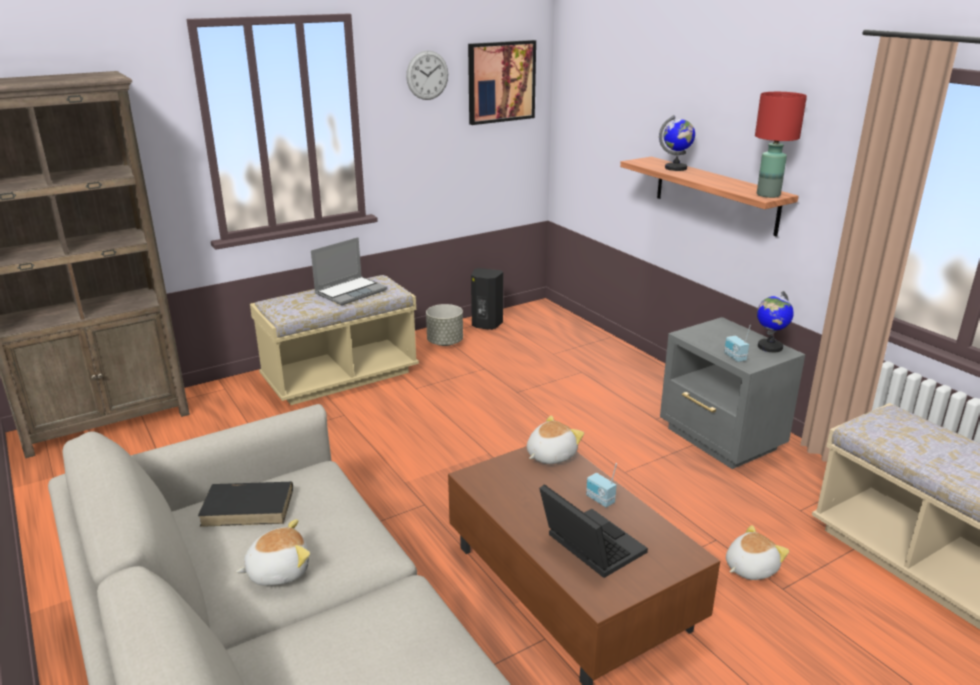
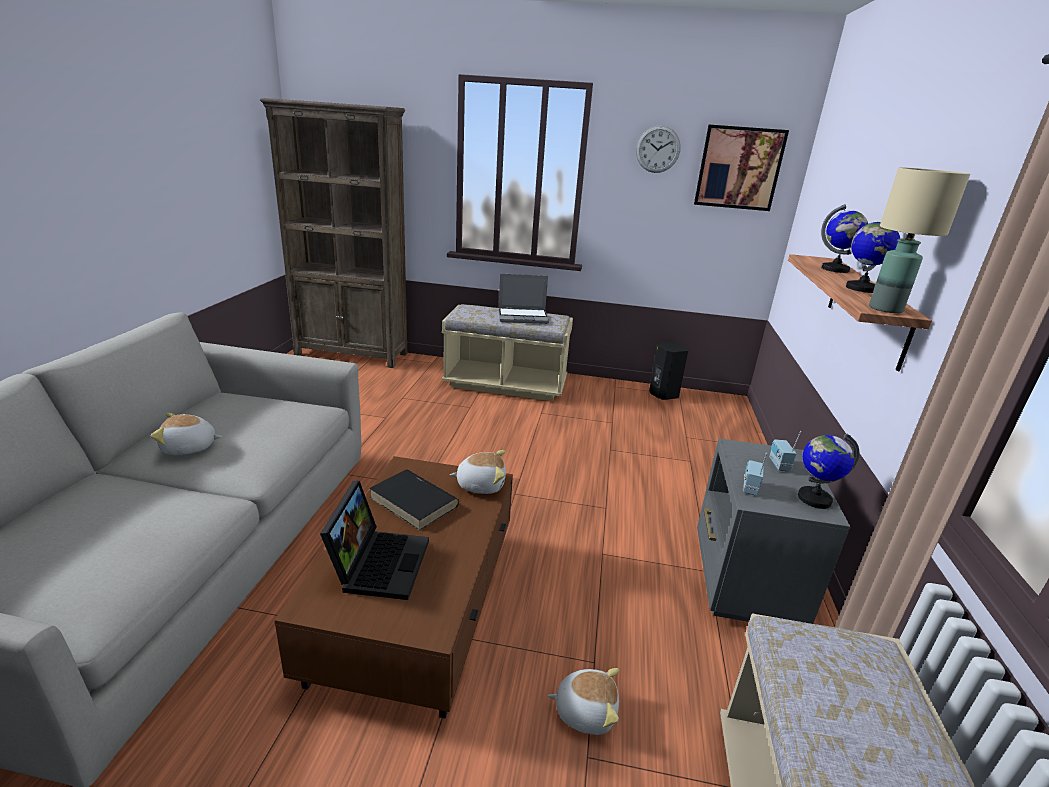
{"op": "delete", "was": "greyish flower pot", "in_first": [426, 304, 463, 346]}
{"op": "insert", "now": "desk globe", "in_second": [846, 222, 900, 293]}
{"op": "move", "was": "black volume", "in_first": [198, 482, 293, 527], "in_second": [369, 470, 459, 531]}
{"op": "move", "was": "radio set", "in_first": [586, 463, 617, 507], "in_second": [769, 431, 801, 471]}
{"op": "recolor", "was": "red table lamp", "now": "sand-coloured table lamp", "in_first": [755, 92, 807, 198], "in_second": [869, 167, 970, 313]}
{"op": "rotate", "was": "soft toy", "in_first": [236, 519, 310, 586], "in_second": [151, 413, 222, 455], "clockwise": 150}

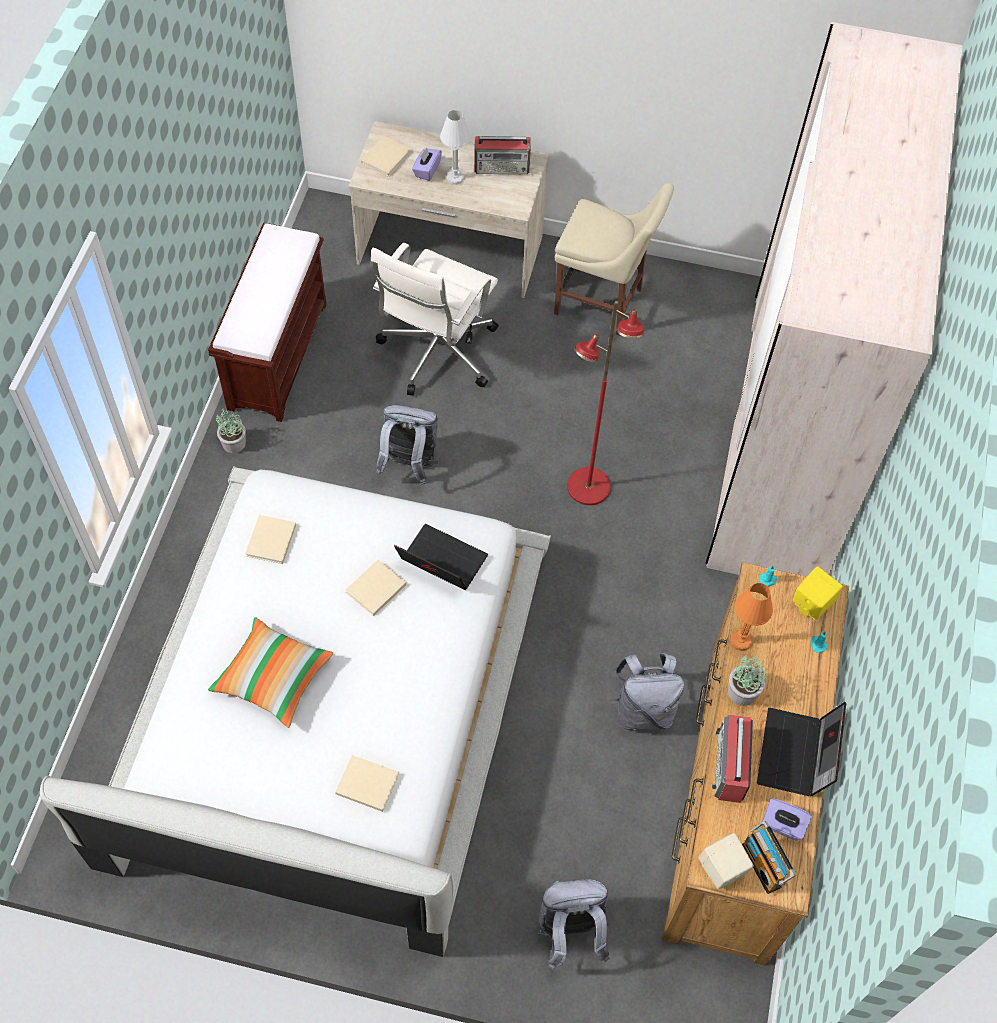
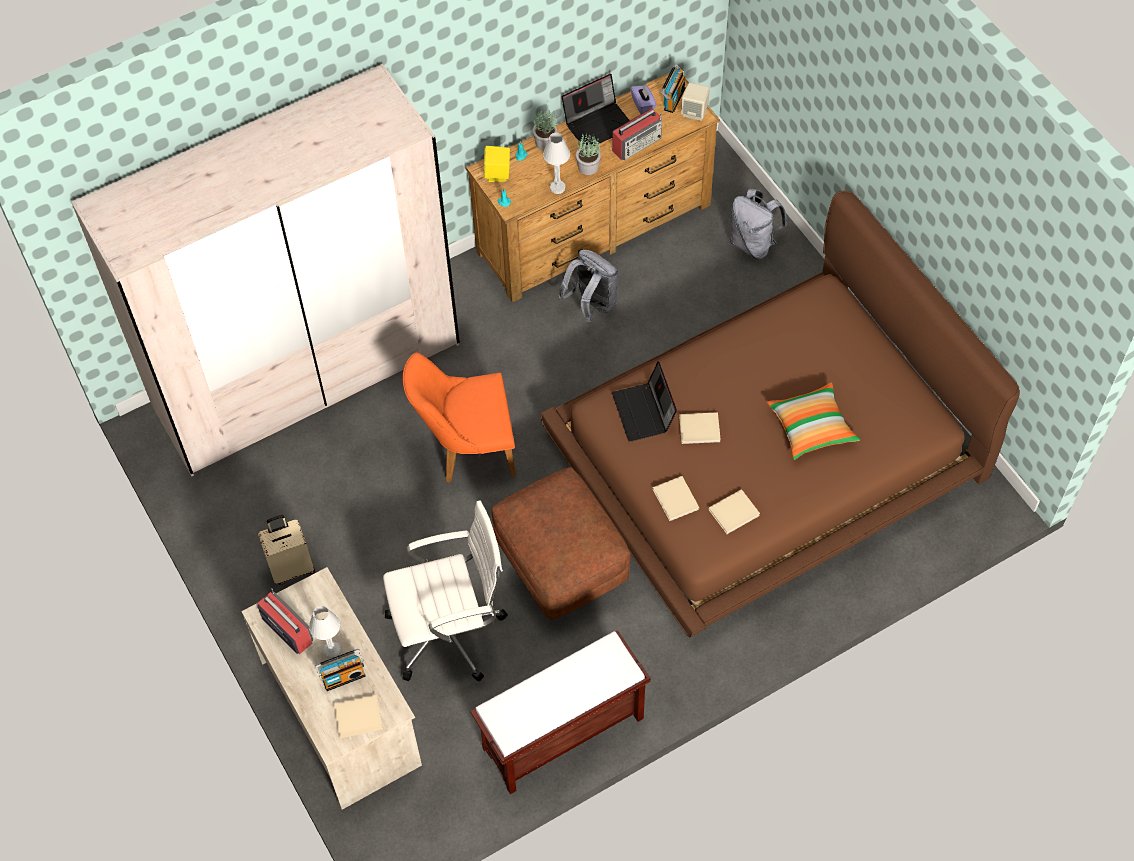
{"op": "move", "was": "houseplant", "in_first": [216, 409, 246, 453], "in_second": [533, 110, 558, 150]}
{"op": "move", "was": "sand-coloured volume", "in_first": [335, 755, 399, 812], "in_second": [653, 476, 699, 521]}
{"op": "replace", "was": "greyish backpack", "now": "brown footrest", "in_first": [376, 405, 438, 485], "in_second": [491, 467, 630, 620]}
{"op": "replace", "was": "purplish box of tissues", "now": "radio set", "in_first": [412, 147, 442, 181], "in_second": [315, 649, 366, 691]}
{"op": "replace", "was": "sand-coloured upright chair", "now": "sand-coloured piece of luggage", "in_first": [554, 183, 674, 336], "in_second": [258, 515, 315, 584]}
{"op": "replace", "was": "red standing lamp", "now": "orange-coloured upright chair", "in_first": [567, 301, 644, 505], "in_second": [403, 353, 516, 483]}
{"op": "recolor", "was": "white-coloured sleeping bed", "now": "brown sleeping bed", "in_first": [40, 466, 551, 957], "in_second": [540, 191, 1020, 637]}
{"op": "recolor", "was": "orange-coloured table lamp", "now": "white-coloured table lamp", "in_first": [730, 583, 773, 651], "in_second": [543, 133, 570, 194]}

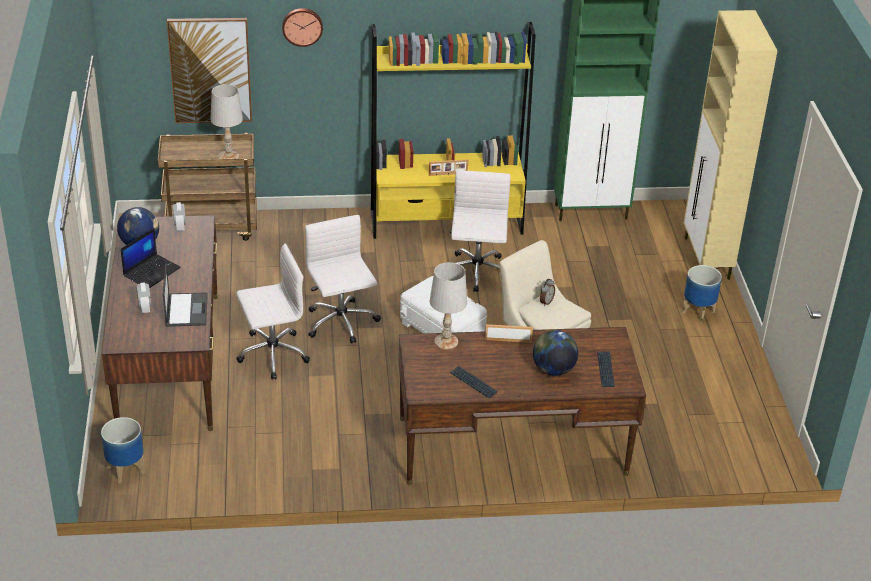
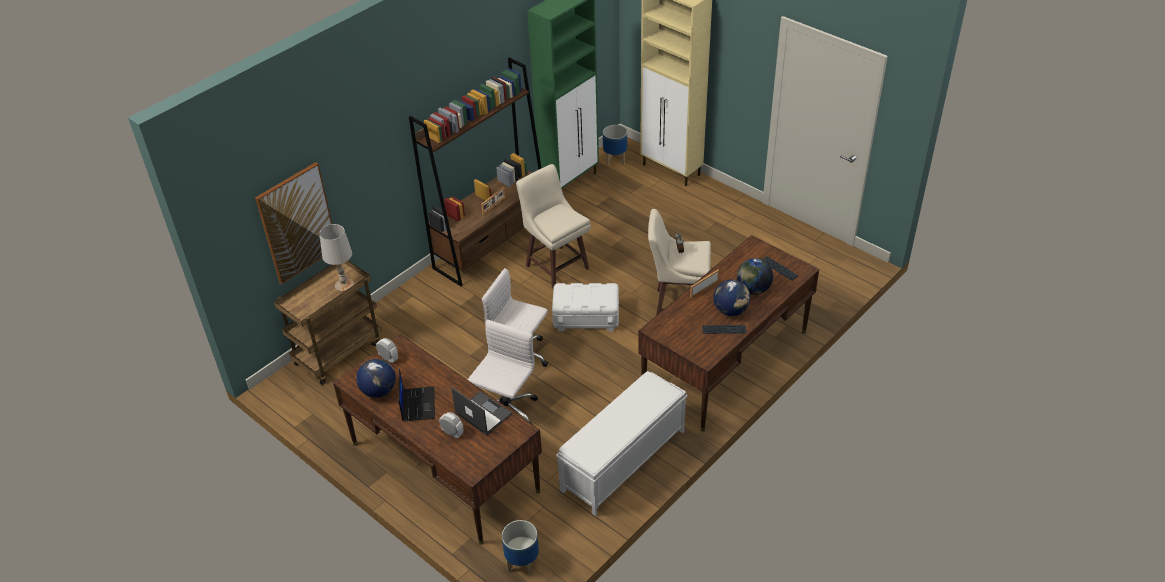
{"op": "delete", "was": "hanging clock", "in_first": [282, 8, 323, 47]}
{"op": "delete", "was": "white-coloured table lamp", "in_first": [430, 262, 467, 350]}
{"op": "insert", "now": "white-coloured long seat", "in_second": [556, 371, 688, 516]}
{"op": "insert", "now": "desk globe", "in_second": [713, 280, 750, 316]}
{"op": "move", "was": "flower pot", "in_first": [682, 265, 722, 323], "in_second": [603, 125, 627, 165]}
{"op": "replace", "was": "white-coloured office chair", "now": "sand-coloured sitting stool", "in_first": [449, 170, 511, 292], "in_second": [516, 164, 591, 289]}
{"op": "recolor", "was": "yellow-coloured shelving unit", "now": "brown shelving unit", "in_first": [371, 22, 536, 239], "in_second": [409, 58, 541, 286]}

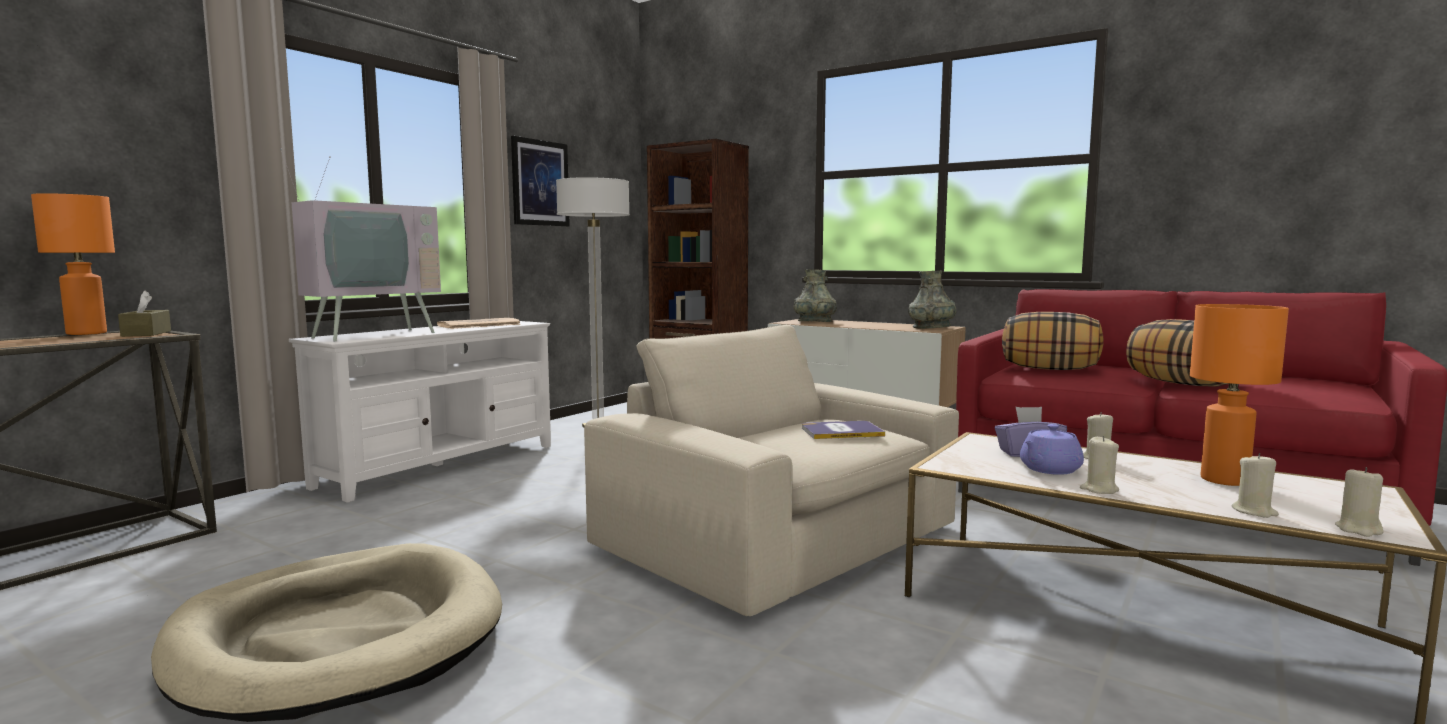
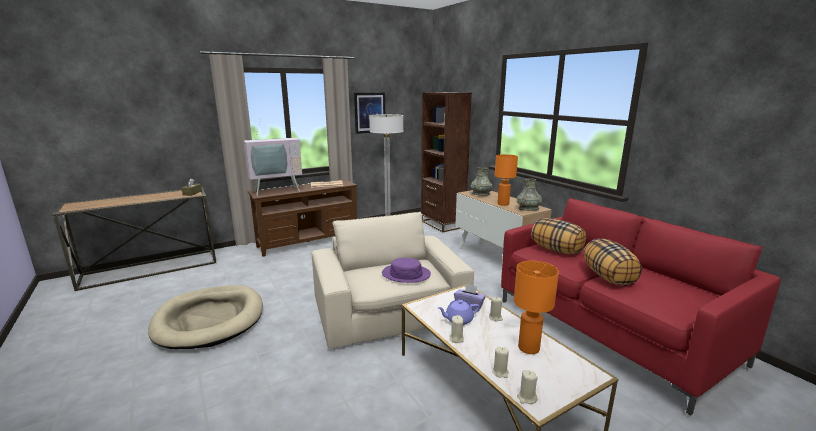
{"op": "move", "was": "orange-coloured table lamp", "in_first": [31, 193, 115, 335], "in_second": [495, 154, 518, 206]}
{"op": "replace", "was": "volume", "now": "purplish hat", "in_first": [802, 421, 885, 439], "in_second": [382, 258, 431, 283]}
{"op": "recolor", "was": "white-coloured tv stand", "now": "brown tv stand", "in_first": [289, 321, 551, 502], "in_second": [248, 179, 357, 256]}

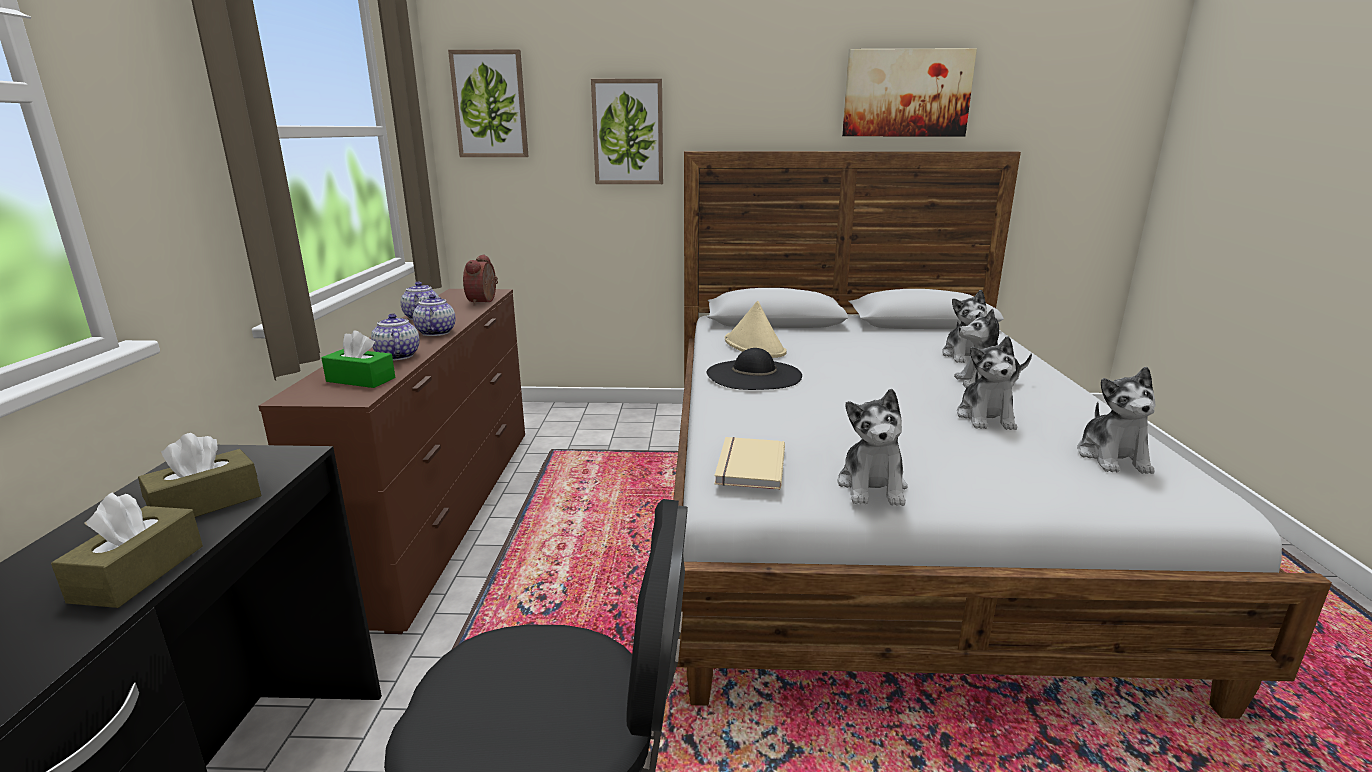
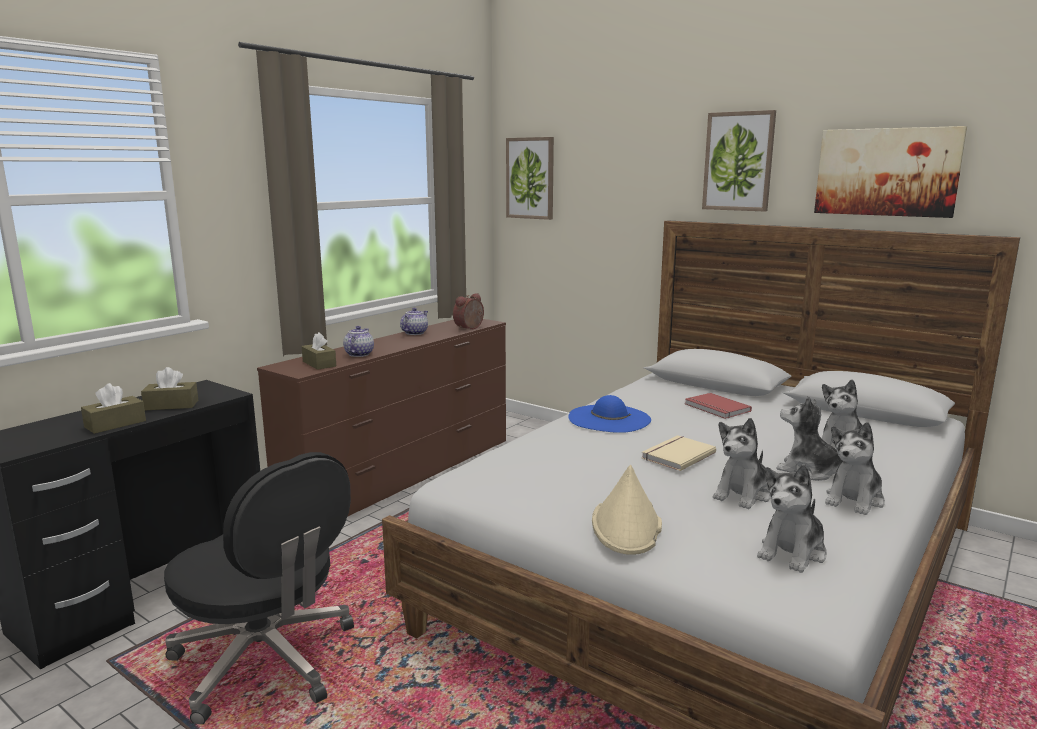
{"op": "delete", "was": "tea pot", "in_first": [413, 294, 455, 336]}
{"op": "insert", "now": "red volume", "in_second": [685, 393, 752, 419]}
{"op": "move", "was": "wall art", "in_first": [591, 79, 663, 184], "in_second": [702, 110, 776, 212]}
{"op": "move", "was": "sand-coloured volume", "in_first": [714, 437, 785, 490], "in_second": [642, 435, 716, 471]}
{"op": "move", "was": "sand-coloured hat", "in_first": [725, 301, 787, 358], "in_second": [592, 465, 662, 555]}
{"op": "move", "was": "soft toy", "in_first": [838, 389, 908, 506], "in_second": [825, 422, 885, 515]}
{"op": "recolor", "was": "green box of tissues", "now": "brown box of tissues", "in_first": [321, 330, 396, 388], "in_second": [302, 332, 336, 370]}
{"op": "recolor", "was": "black hat", "now": "blue hat", "in_first": [707, 348, 802, 390], "in_second": [568, 395, 651, 433]}

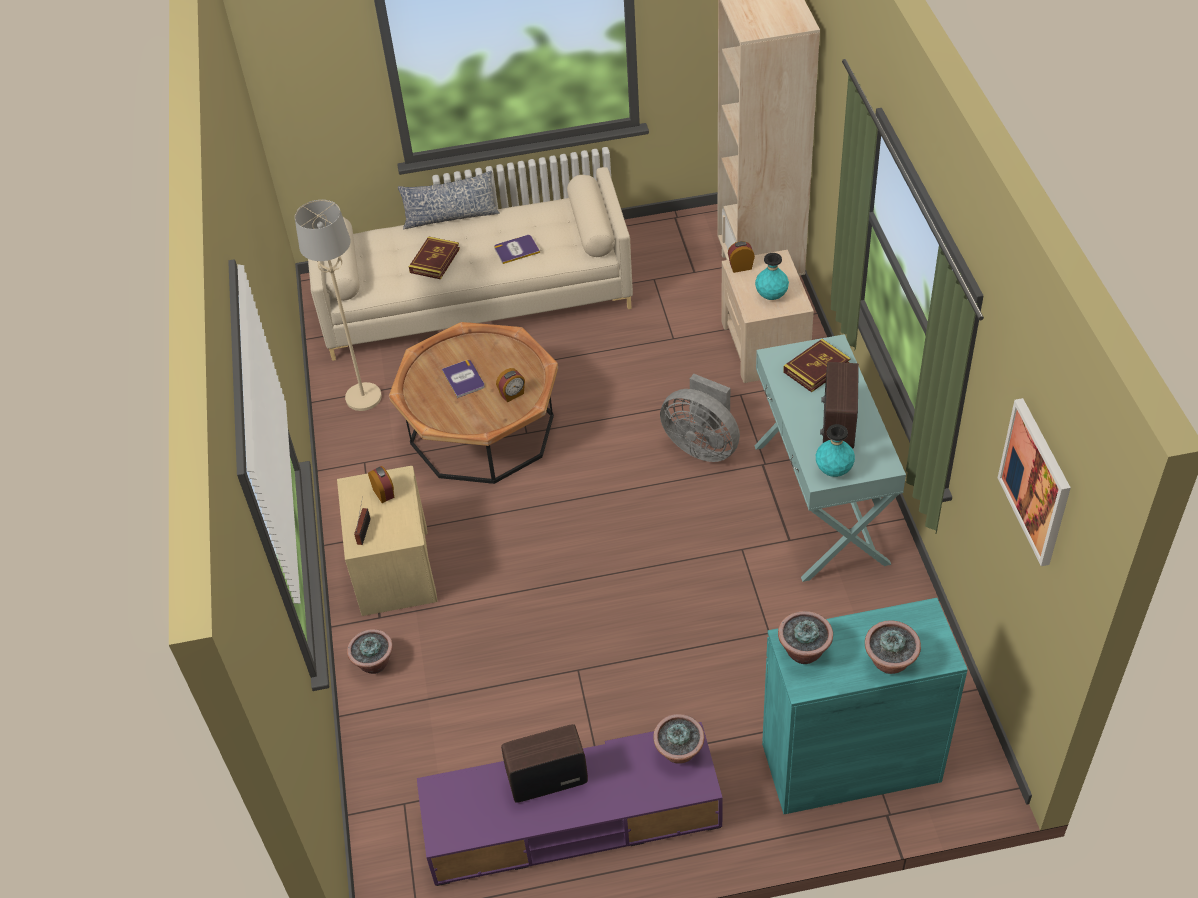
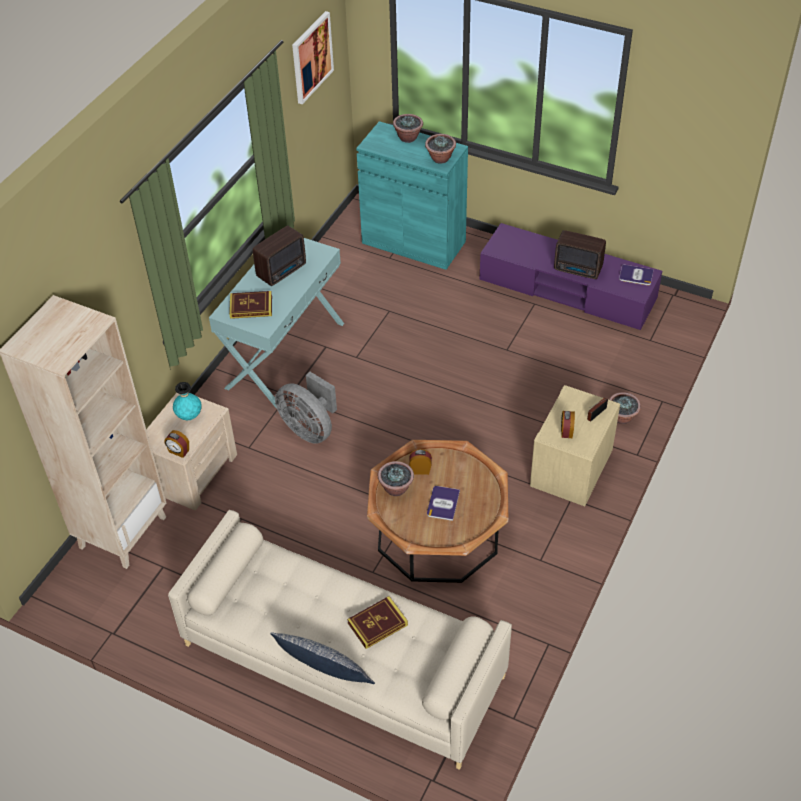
{"op": "delete", "was": "sand-coloured standing lamp", "in_first": [295, 200, 382, 411]}
{"op": "delete", "was": "turquoise flower vase", "in_first": [816, 424, 855, 477]}
{"op": "move", "was": "volume", "in_first": [494, 235, 540, 264], "in_second": [619, 264, 654, 285]}
{"op": "move", "was": "houseplant", "in_first": [653, 714, 704, 764], "in_second": [378, 461, 414, 496]}
{"op": "rotate", "was": "greyish cooling fan", "in_first": [660, 374, 740, 462], "in_second": [275, 372, 337, 444], "clockwise": 150}

